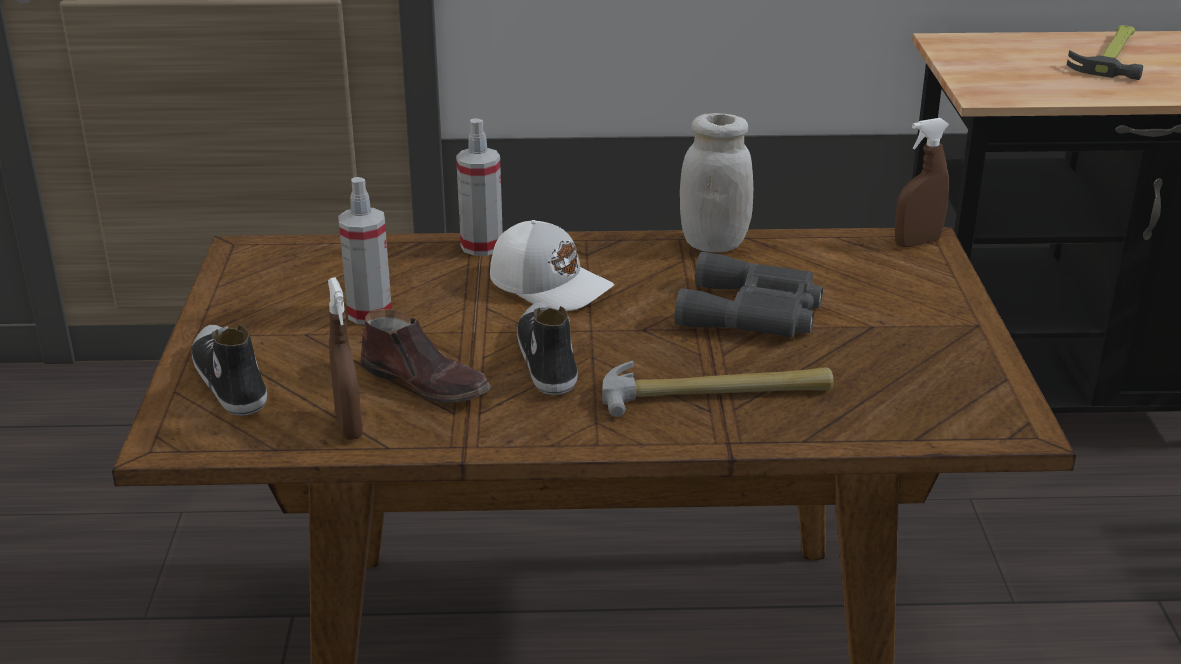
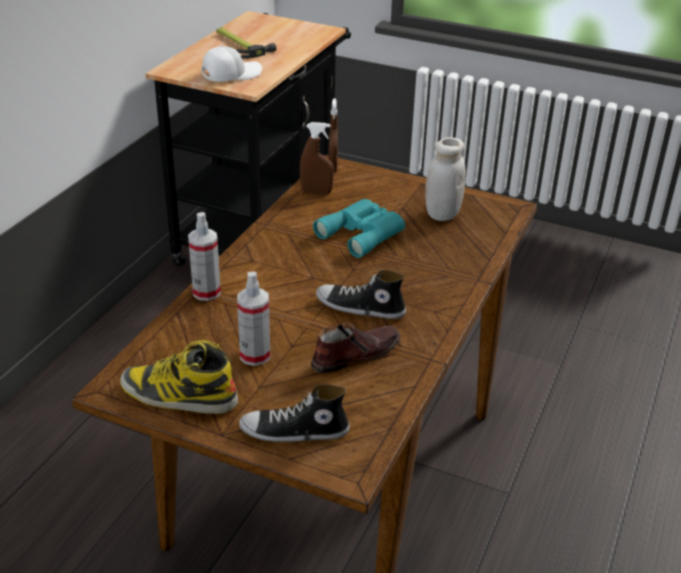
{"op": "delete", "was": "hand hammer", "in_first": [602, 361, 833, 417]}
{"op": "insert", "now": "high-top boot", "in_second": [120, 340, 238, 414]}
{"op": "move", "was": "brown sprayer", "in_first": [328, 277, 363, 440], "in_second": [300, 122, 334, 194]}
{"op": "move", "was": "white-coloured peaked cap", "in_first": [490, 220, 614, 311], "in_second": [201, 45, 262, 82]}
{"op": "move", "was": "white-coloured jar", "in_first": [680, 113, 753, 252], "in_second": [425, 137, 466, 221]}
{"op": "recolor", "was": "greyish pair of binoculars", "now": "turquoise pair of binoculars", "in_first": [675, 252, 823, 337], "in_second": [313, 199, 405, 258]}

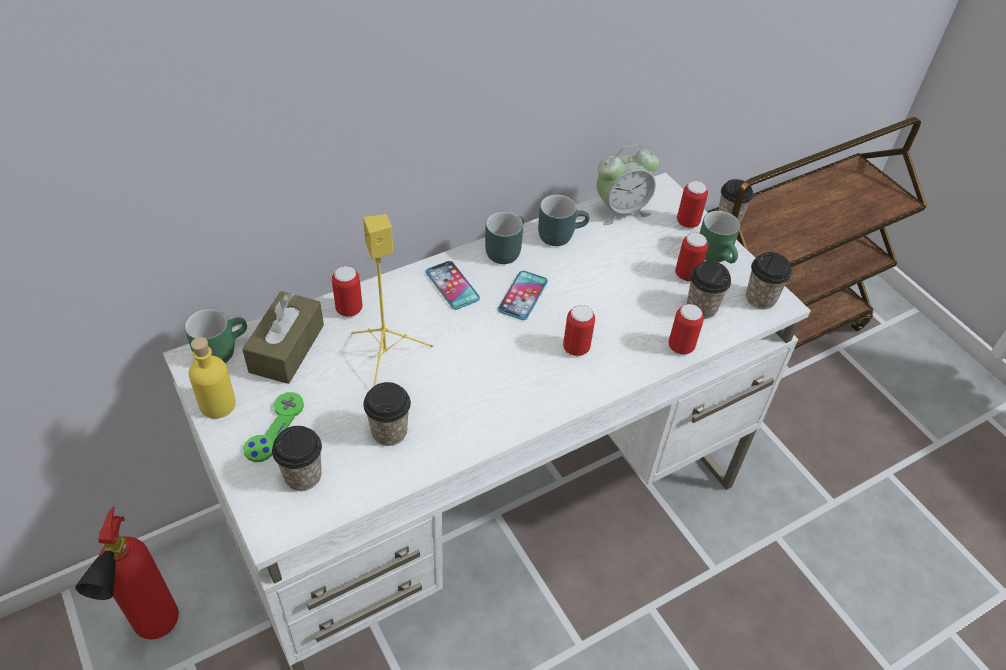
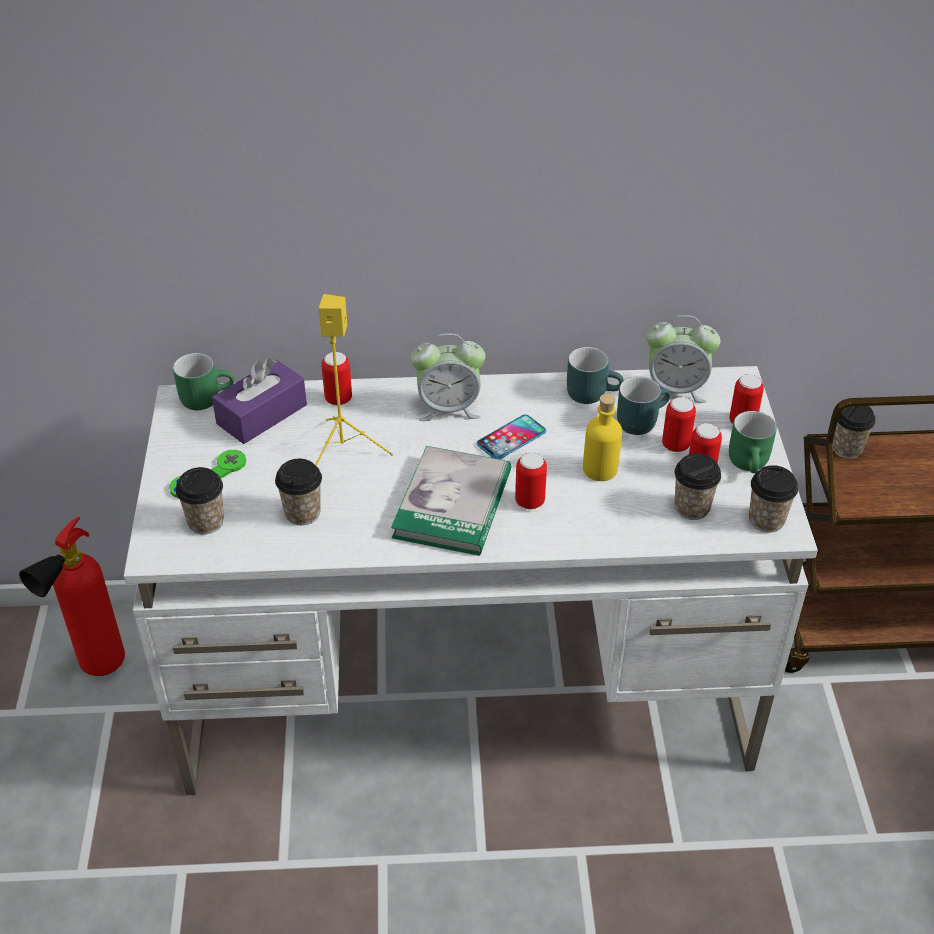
{"op": "insert", "now": "volume", "in_second": [391, 446, 511, 556]}
{"op": "move", "was": "yellow-coloured drink bottle", "in_first": [188, 337, 236, 419], "in_second": [583, 394, 622, 481]}
{"op": "move", "was": "turquoise coffee mug", "in_first": [485, 211, 524, 264], "in_second": [617, 376, 671, 435]}
{"op": "move", "was": "can", "in_first": [669, 304, 704, 355], "in_second": [662, 397, 696, 452]}
{"op": "replace", "was": "handset", "now": "table clock", "in_first": [426, 261, 480, 310], "in_second": [411, 333, 485, 421]}
{"op": "recolor", "was": "brown box of tissues", "now": "purplish box of tissues", "in_first": [242, 291, 324, 384], "in_second": [212, 358, 307, 444]}

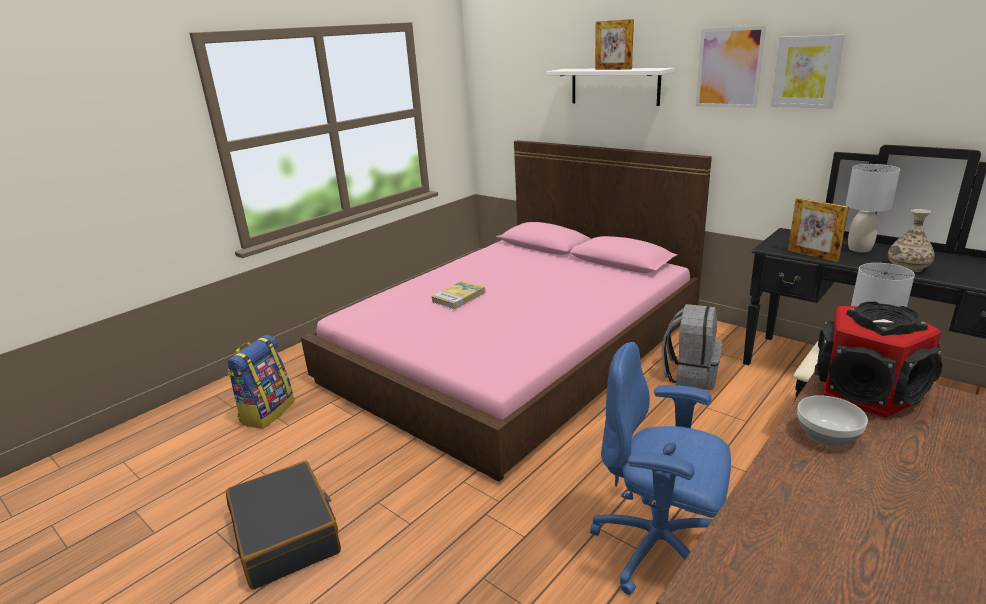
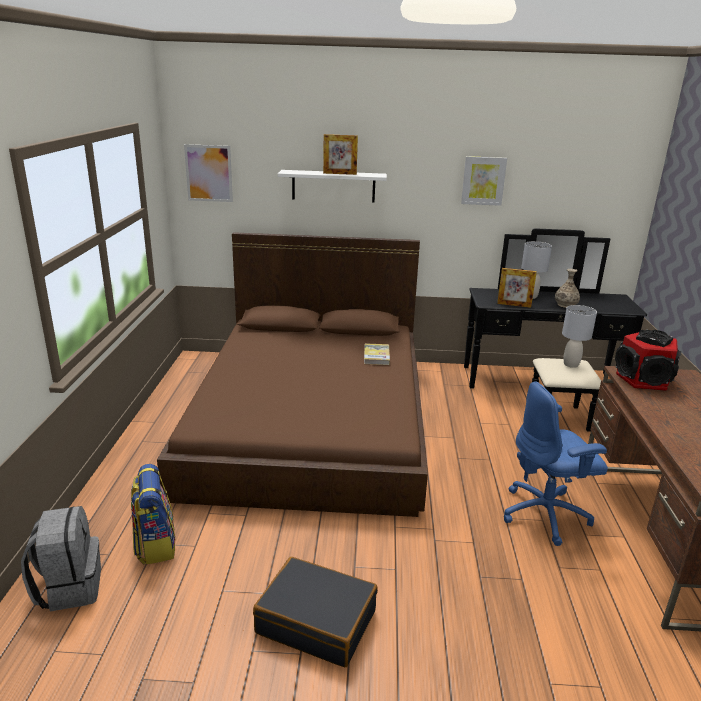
{"op": "delete", "was": "serving bowl", "in_first": [797, 395, 868, 447]}
{"op": "move", "was": "volume", "in_first": [431, 281, 485, 309], "in_second": [364, 343, 390, 365]}
{"op": "move", "was": "greyish backpack", "in_first": [662, 304, 722, 390], "in_second": [21, 506, 101, 611]}
{"op": "move", "was": "wall art", "in_first": [696, 26, 766, 108], "in_second": [184, 144, 233, 202]}
{"op": "recolor", "was": "pink sleeping bed", "now": "brown sleeping bed", "in_first": [301, 140, 712, 482], "in_second": [157, 232, 428, 517]}

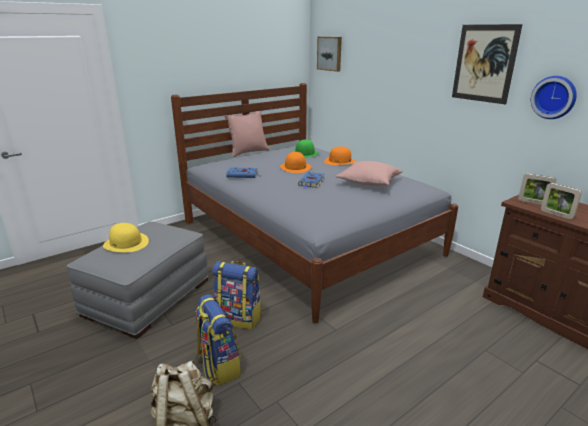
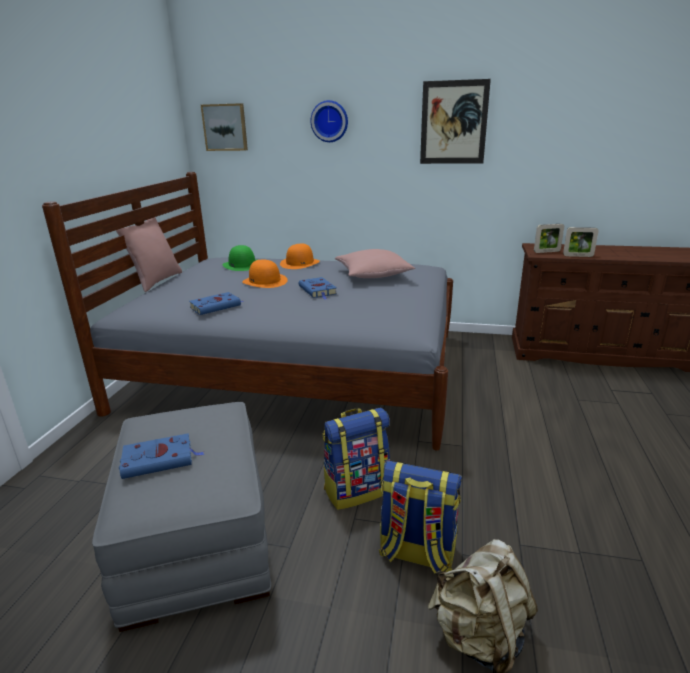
{"op": "move", "was": "hanging clock", "in_first": [531, 76, 577, 119], "in_second": [311, 100, 348, 142]}
{"op": "replace", "was": "yellow-coloured hat", "now": "blue volume", "in_first": [103, 223, 149, 252], "in_second": [119, 433, 205, 479]}

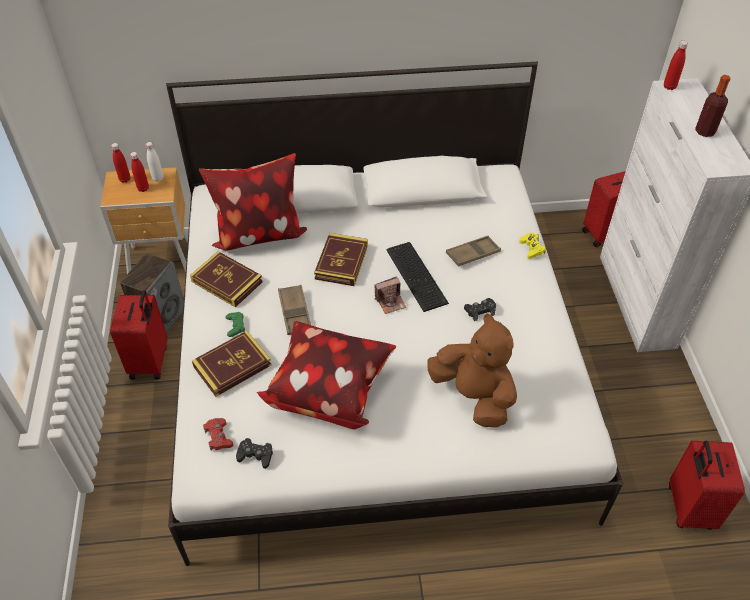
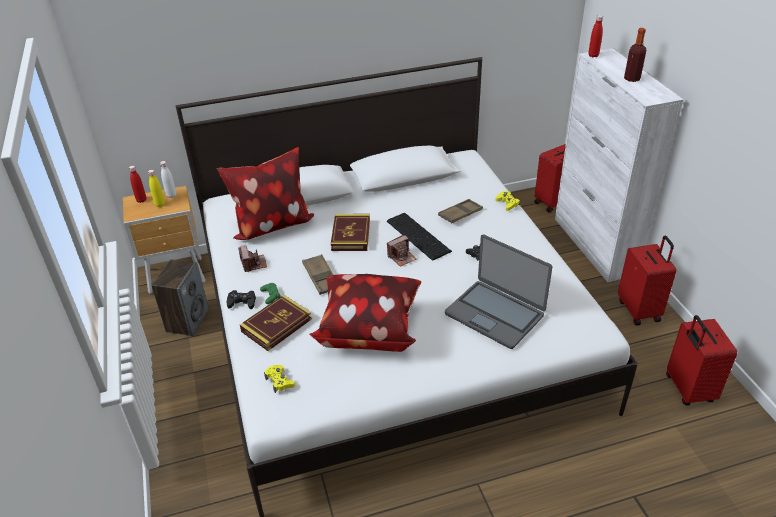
{"op": "move", "was": "red piece of luggage", "in_first": [110, 290, 168, 380], "in_second": [618, 235, 676, 326]}
{"op": "move", "was": "black gamepad", "in_first": [236, 438, 273, 469], "in_second": [226, 290, 256, 309]}
{"op": "replace", "was": "volume", "now": "photo camera", "in_first": [190, 251, 263, 307], "in_second": [238, 245, 267, 272]}
{"op": "replace", "was": "brown soft toy", "now": "laptop", "in_first": [427, 313, 517, 428], "in_second": [445, 234, 552, 349]}
{"op": "recolor", "was": "red drink bottle", "now": "yellow-coloured drink bottle", "in_first": [130, 152, 149, 192], "in_second": [148, 170, 165, 207]}
{"op": "recolor", "was": "red gamepad", "now": "yellow-coloured gamepad", "in_first": [203, 418, 234, 450], "in_second": [264, 365, 295, 393]}

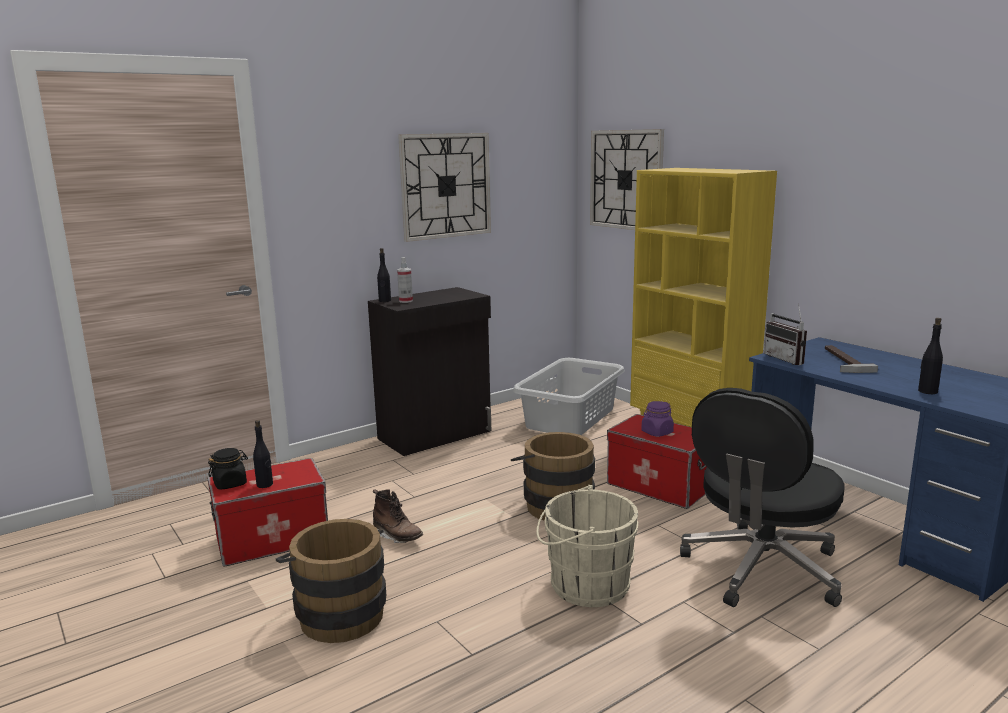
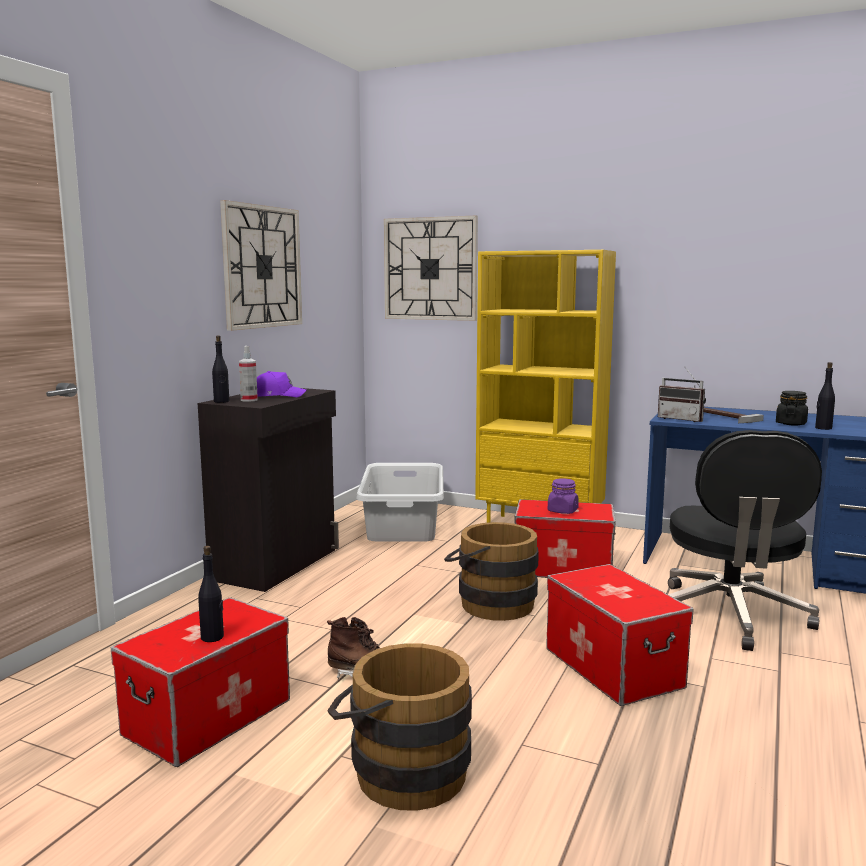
{"op": "insert", "now": "purplish peaked cap", "in_second": [257, 371, 306, 397]}
{"op": "move", "was": "black jar", "in_first": [208, 448, 248, 490], "in_second": [776, 391, 808, 425]}
{"op": "replace", "was": "sand-coloured pail", "now": "storage bin", "in_first": [536, 485, 639, 607], "in_second": [546, 564, 694, 706]}

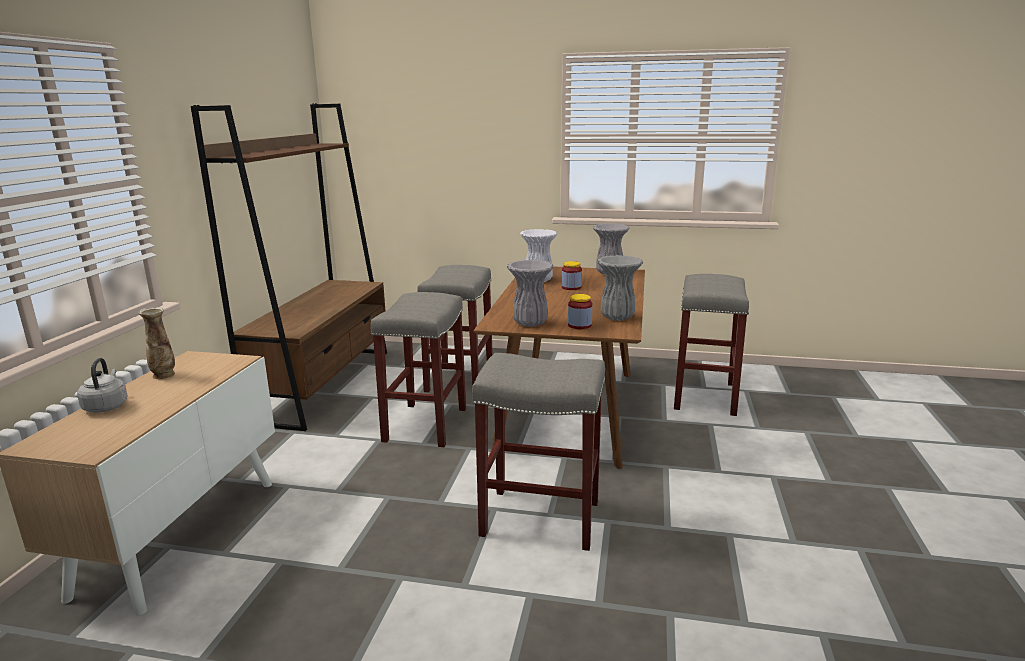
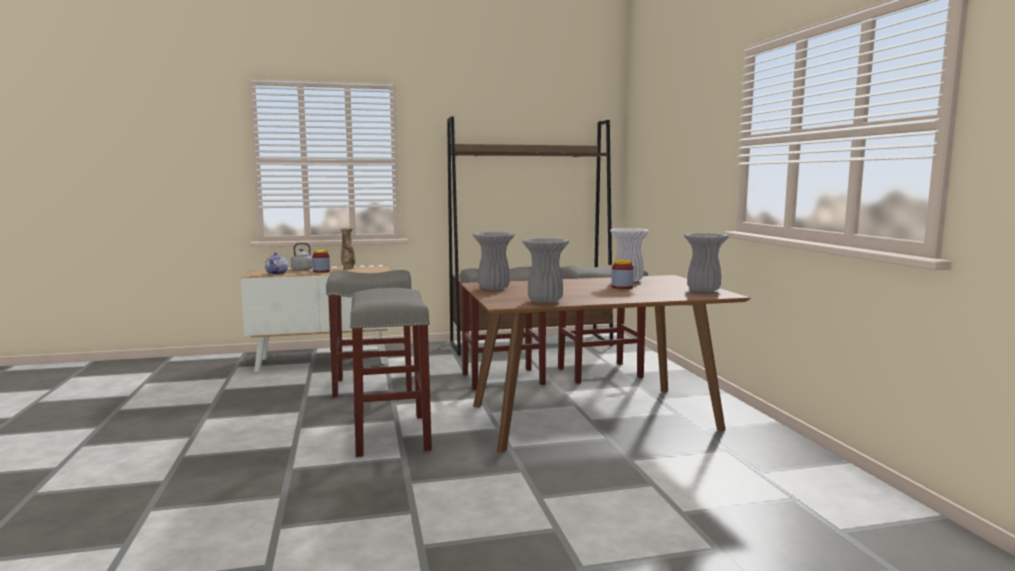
{"op": "insert", "now": "tea pot", "in_second": [265, 252, 288, 275]}
{"op": "move", "was": "jar", "in_first": [568, 294, 592, 329], "in_second": [312, 250, 330, 273]}
{"op": "move", "was": "greyish sitting stool", "in_first": [674, 274, 749, 416], "in_second": [326, 270, 412, 397]}

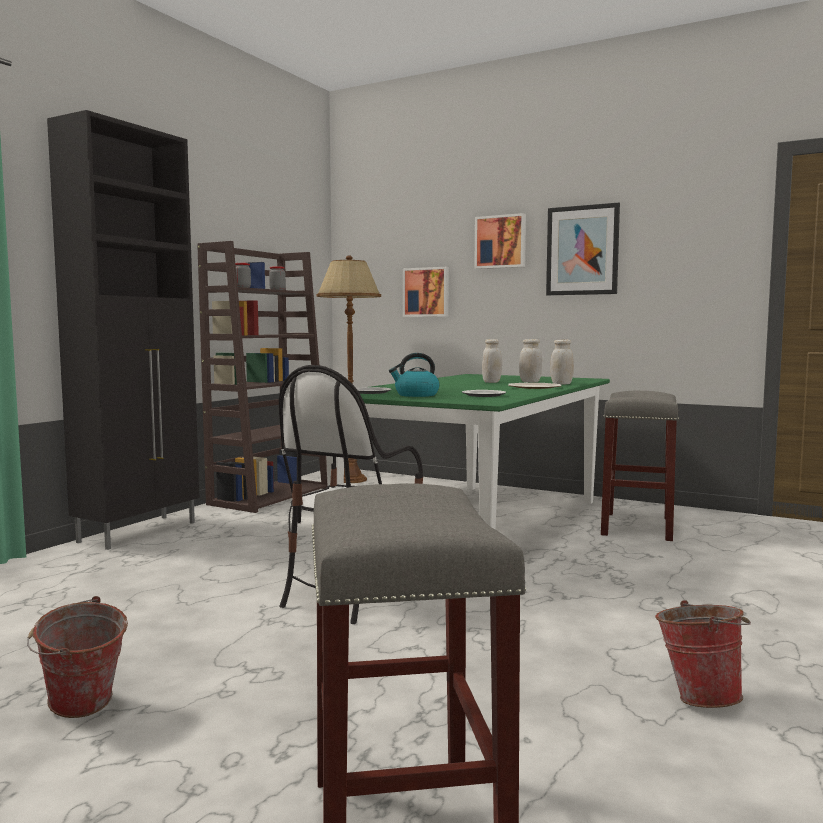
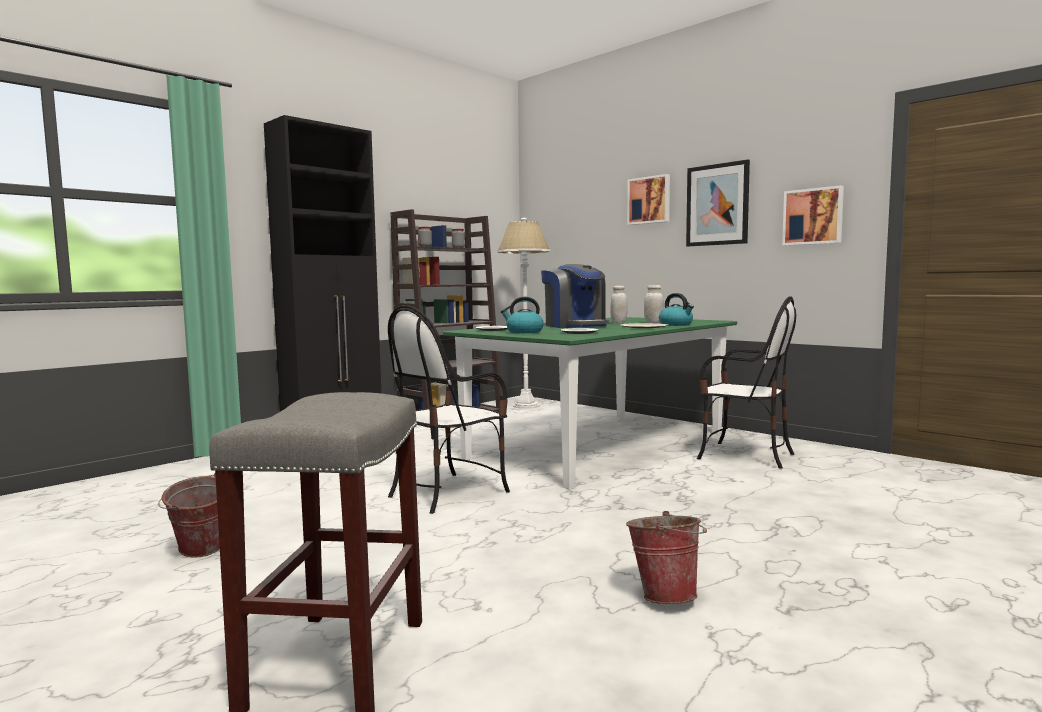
{"op": "insert", "now": "coffee brewer", "in_second": [541, 264, 609, 328]}
{"op": "move", "was": "wall art", "in_first": [403, 267, 449, 317], "in_second": [782, 185, 844, 246]}
{"op": "replace", "was": "white-coloured jar", "now": "kettle", "in_first": [550, 340, 574, 385], "in_second": [659, 293, 694, 326]}
{"op": "replace", "was": "greyish sitting stool", "now": "upright chair", "in_first": [601, 391, 679, 541], "in_second": [697, 296, 796, 468]}
{"op": "recolor", "was": "brown standing lamp", "now": "white-coloured standing lamp", "in_first": [316, 255, 381, 483], "in_second": [497, 217, 551, 409]}

